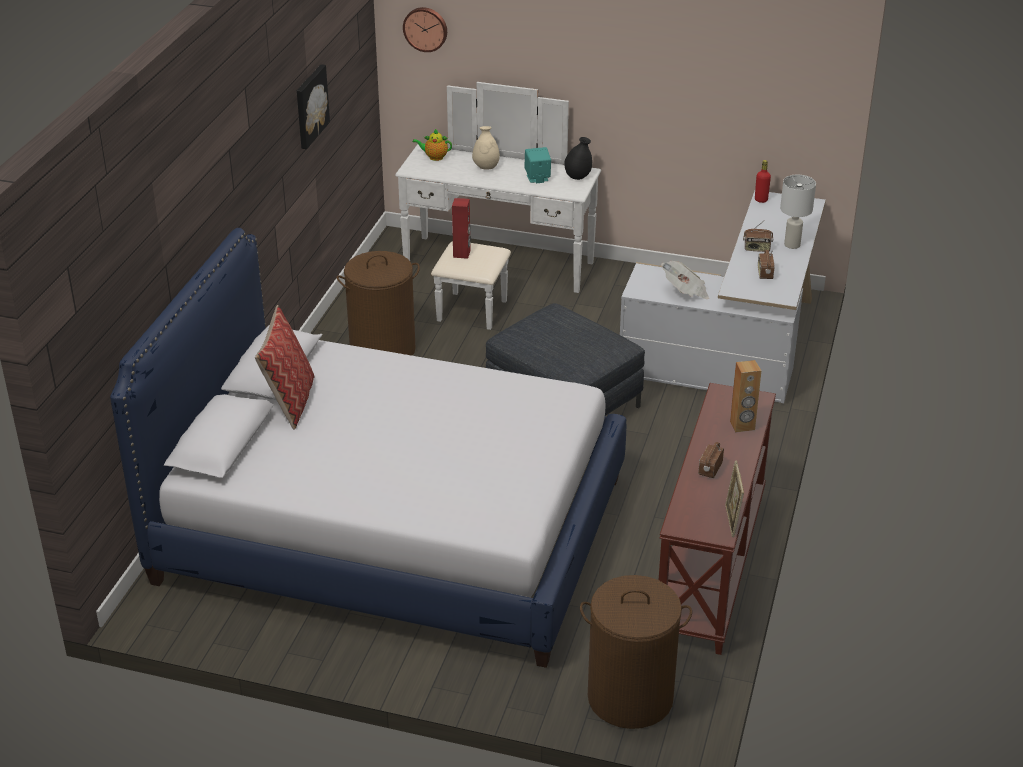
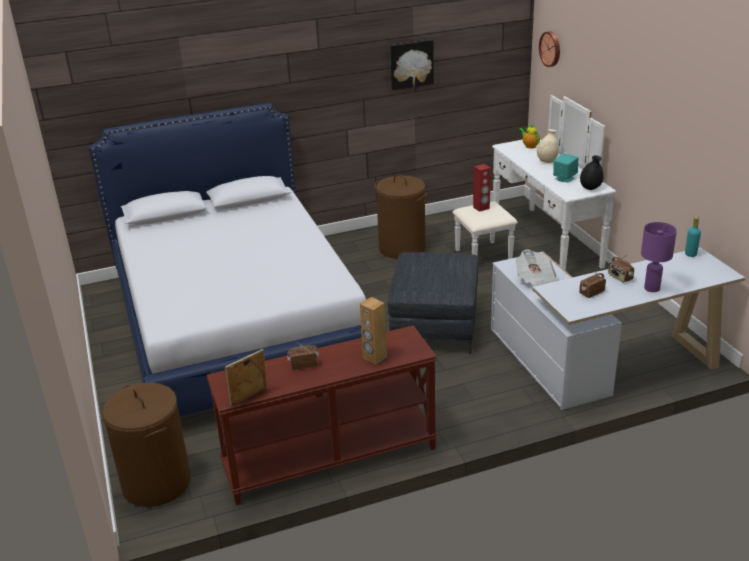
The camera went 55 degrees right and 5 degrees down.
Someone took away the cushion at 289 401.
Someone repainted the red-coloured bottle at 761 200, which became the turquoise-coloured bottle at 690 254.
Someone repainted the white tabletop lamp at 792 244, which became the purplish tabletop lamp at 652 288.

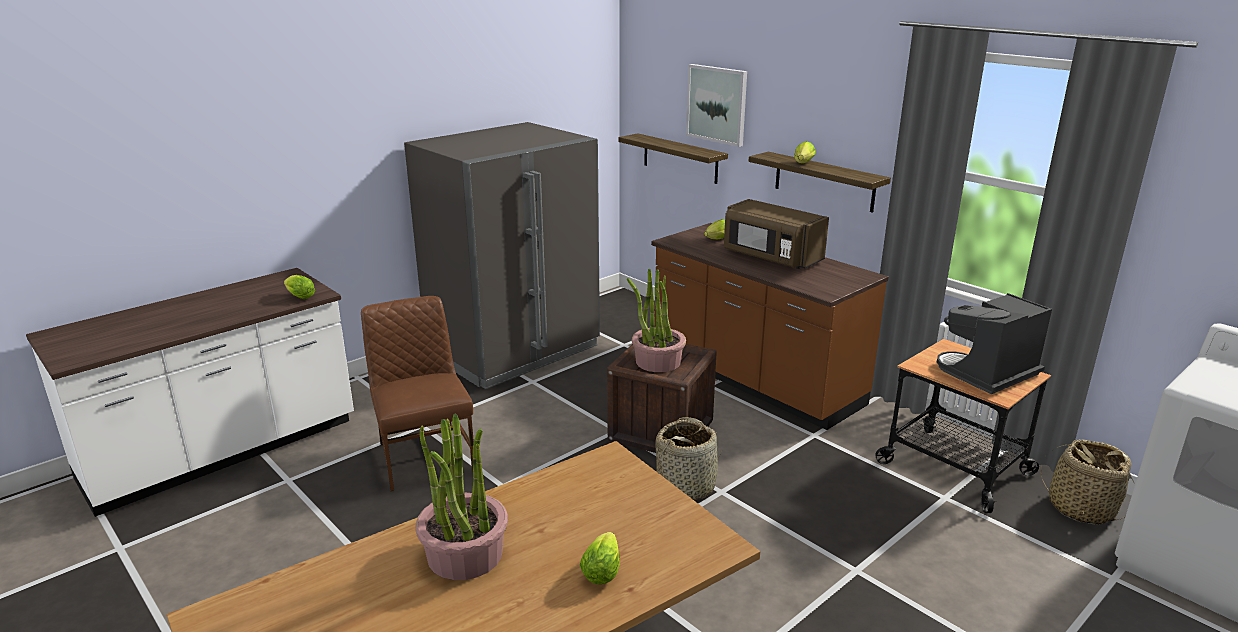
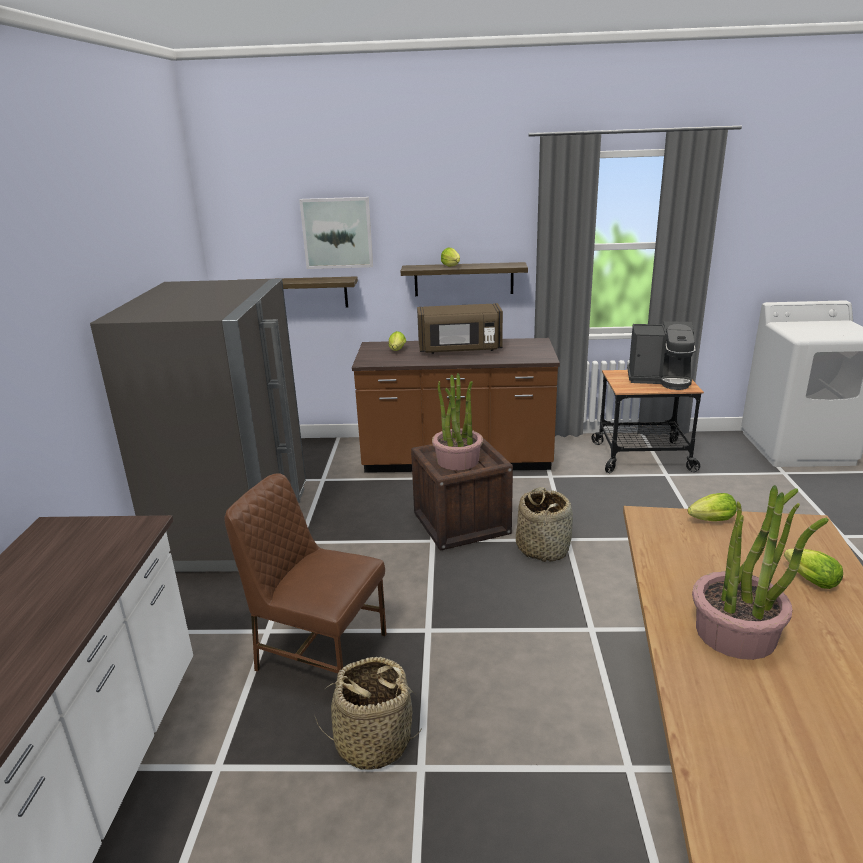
The camera went 45 degrees left and 0 degrees up.
Someone carried the head of lettuce from 299 296 to 709 521.
Someone rotated the coffee brewer at 987 374 by 90 degrees counterclockwise.
Someone carried the household basket from 1080 508 to 373 742.

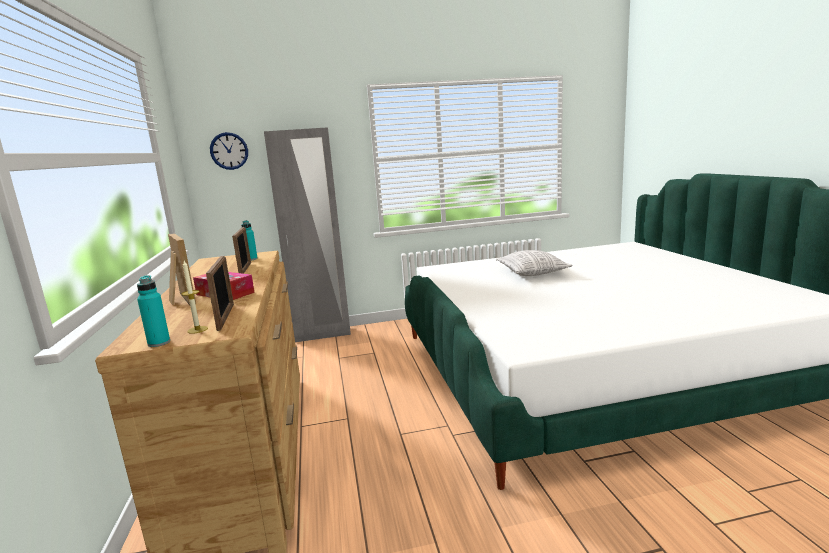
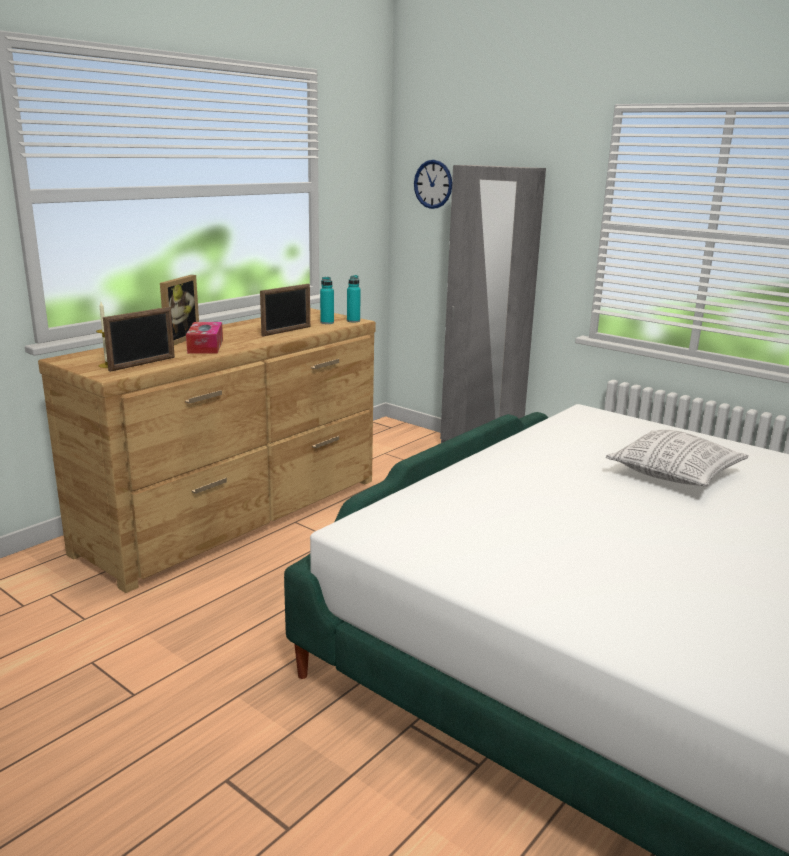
The camera went 50 degrees right and 5 degrees up.
Someone carried the turquoise-coloured bottle from 159 343 to 353 321.

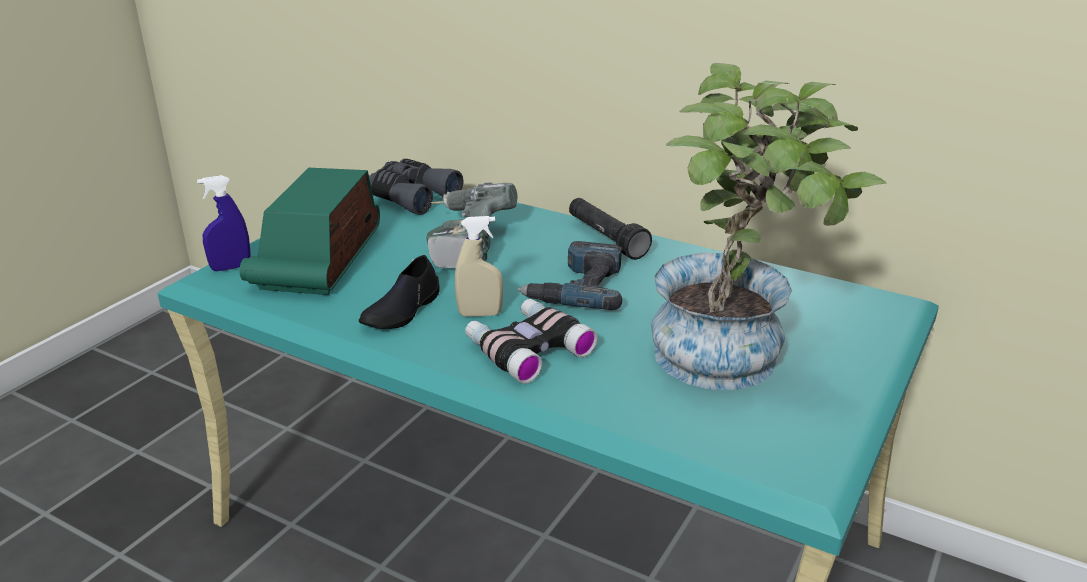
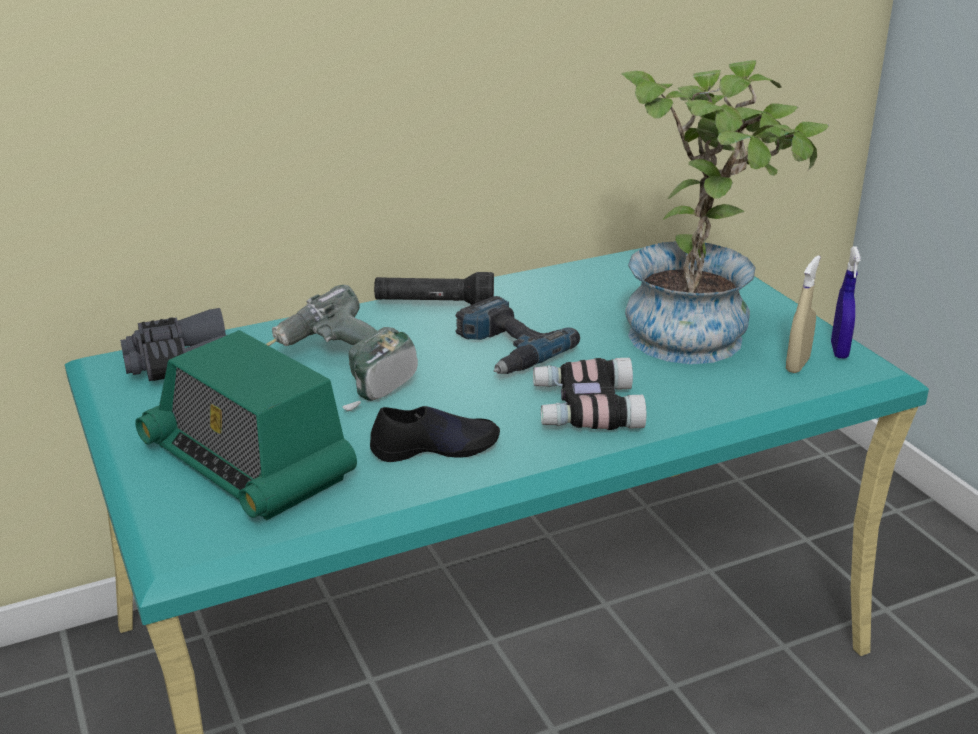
The camera went 55 degrees left and 0 degrees up.
Someone carried the blue sprayer from 231 267 to 839 351.
Someone rotated the blackish item of footwear at 402 311 by 75 degrees counterclockwise.
Someone carried the beige sprayer from 480 314 to 797 365.

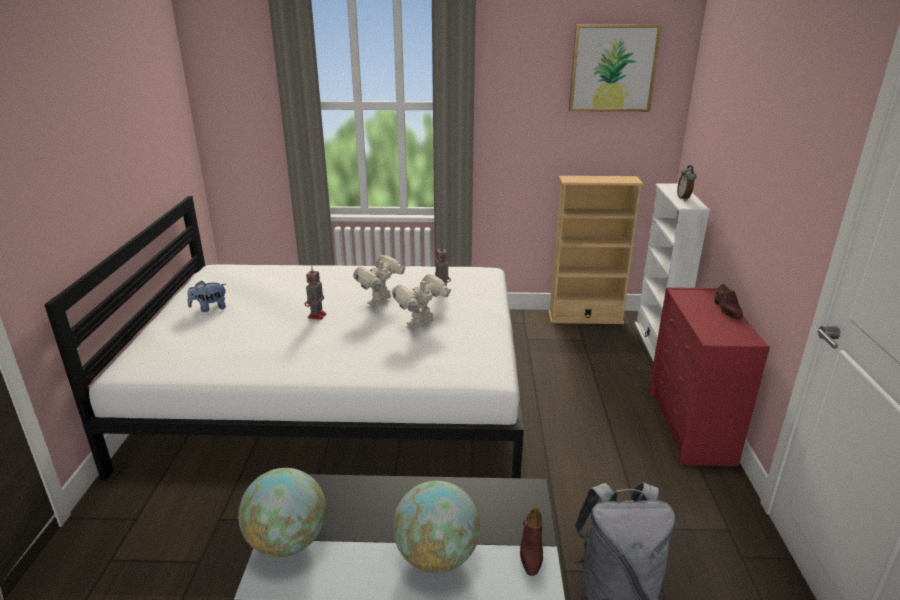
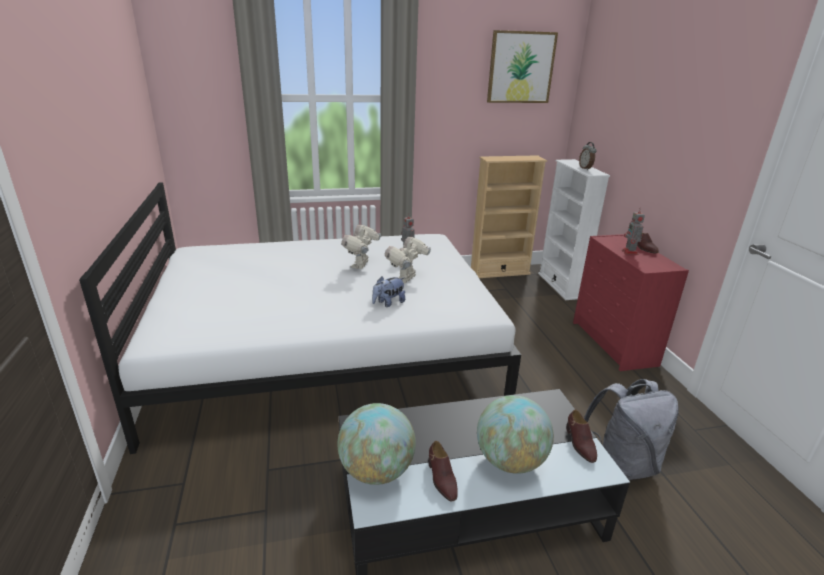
The camera went 15 degrees left and 0 degrees up.
Someone carried the cuddly toy from 210 308 to 388 303.
Someone carried the model robot from 316 316 to 630 252.
Someone put down the brownish item of footwear at 441 478.

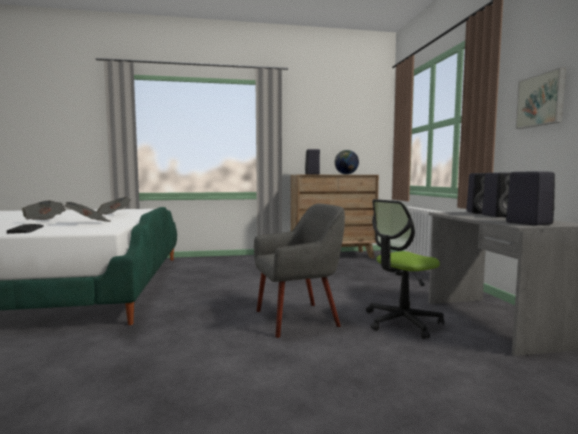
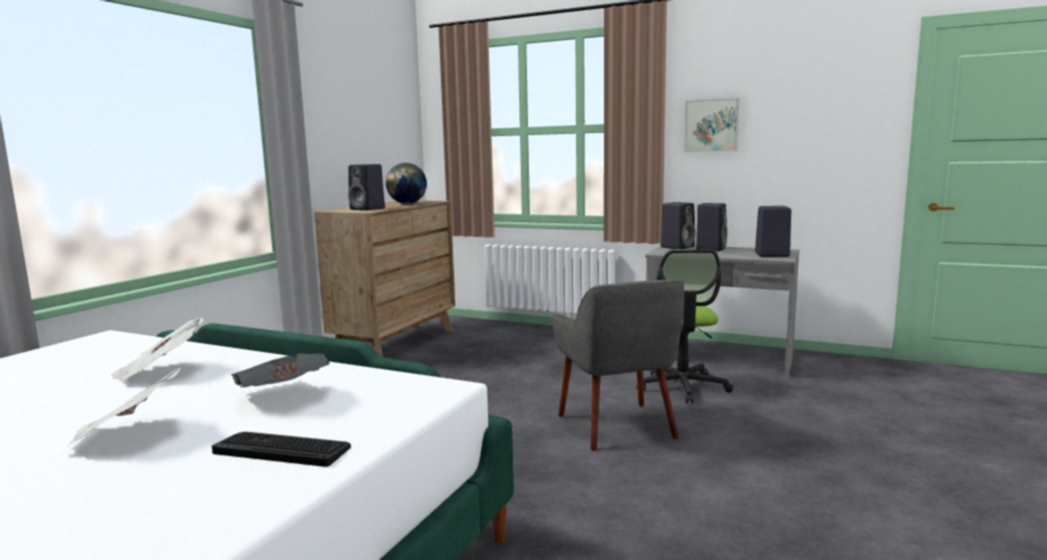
The camera went 55 degrees left and 5 degrees up.
Someone rotated the grey lounge chair at 298 318 by 150 degrees clockwise.

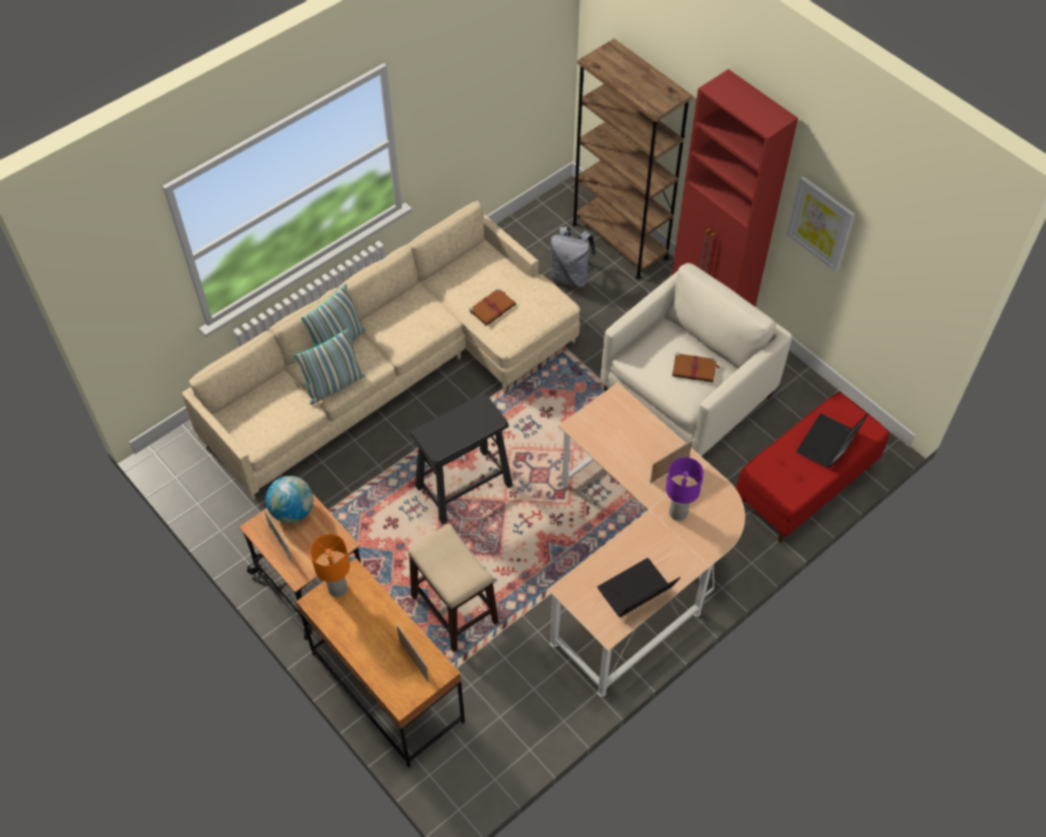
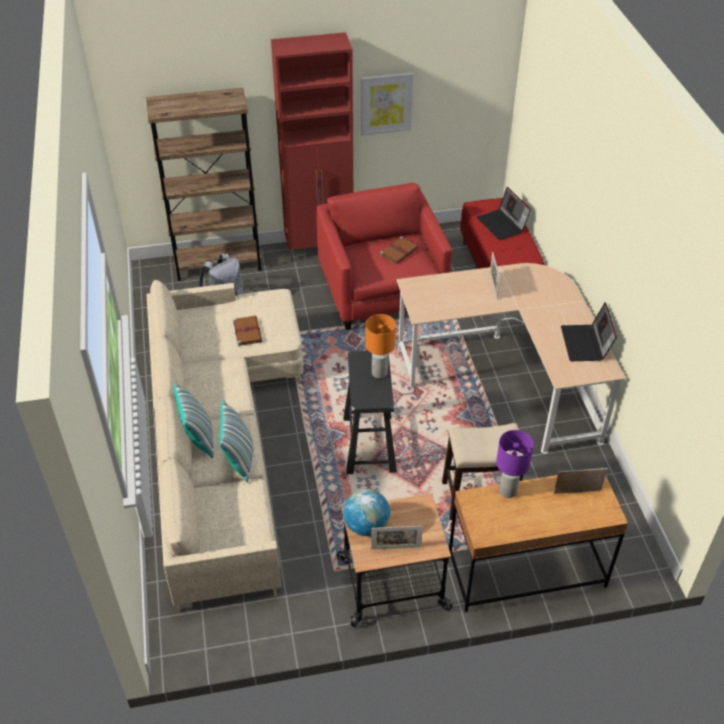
The camera went 60 degrees left and 10 degrees down.
Someone carried the orangey tabletop lamp from 337 589 to 380 373.
Someone repainted the beige lounge chair at 687 394, which became the red-coloured lounge chair at 382 290.
Someone carried the purplish tabletop lamp from 678 512 to 507 491.

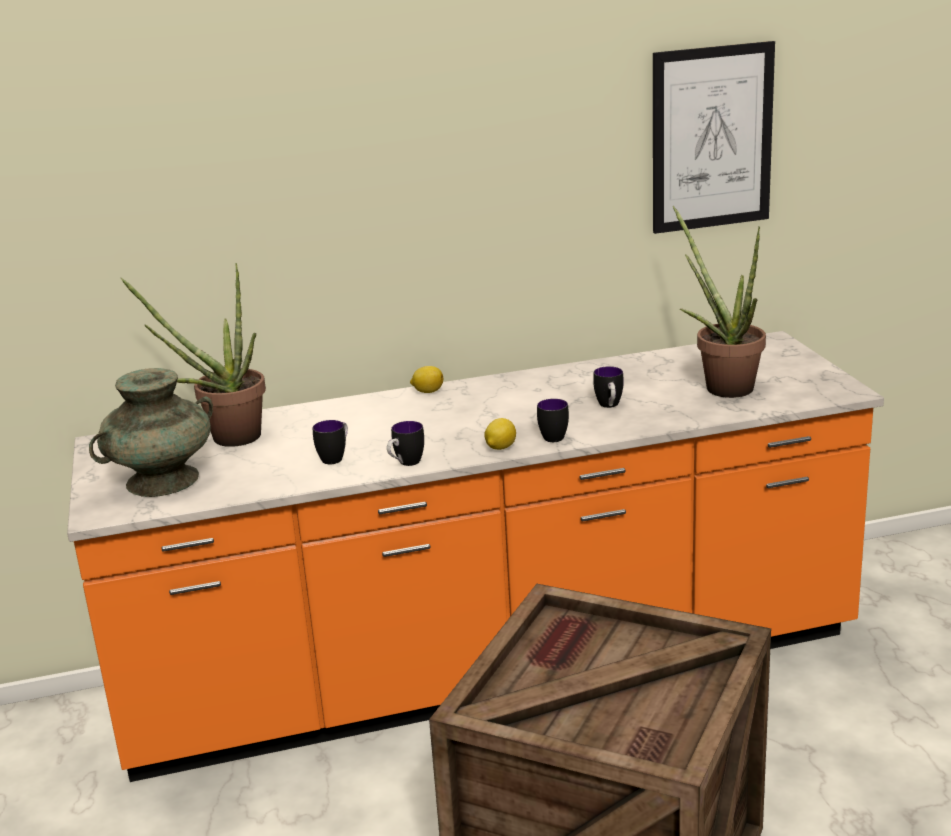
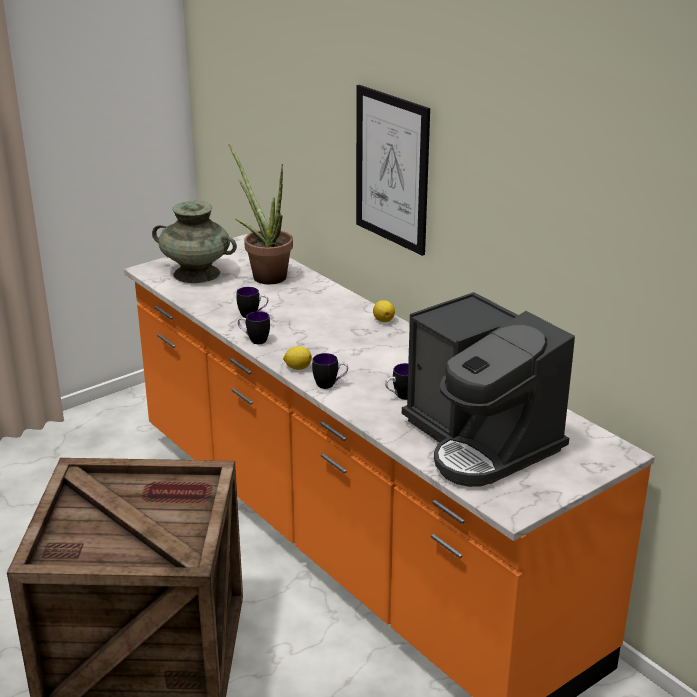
The camera went 65 degrees right and 5 degrees up.
Someone carried the wall art from 712 138 to 392 169.
Someone swapped the houseplant at 721 385 for the coffee brewer at 481 441.

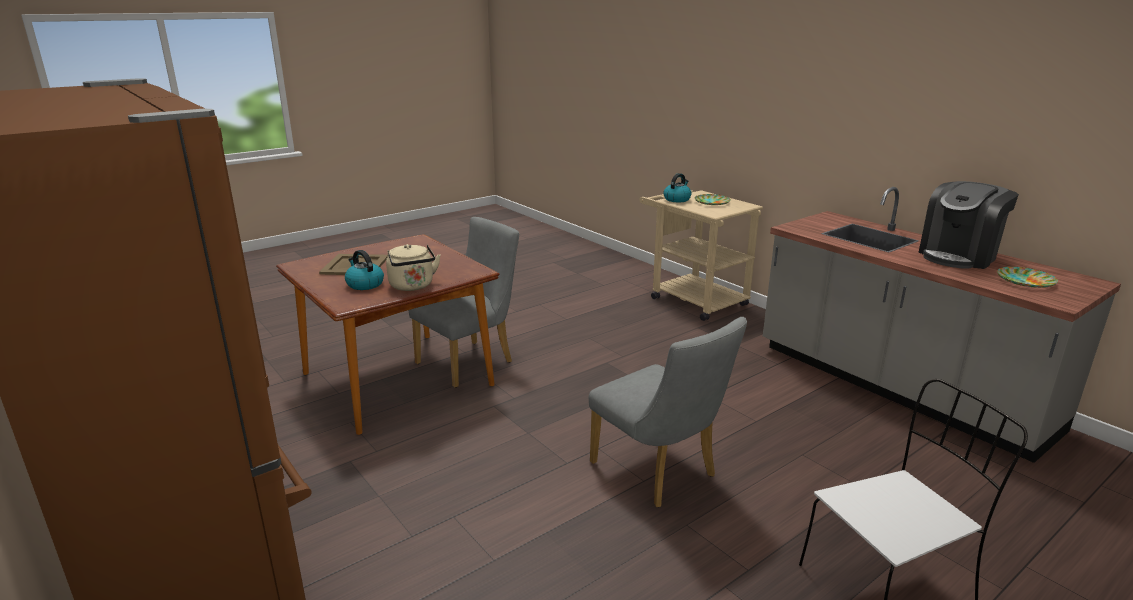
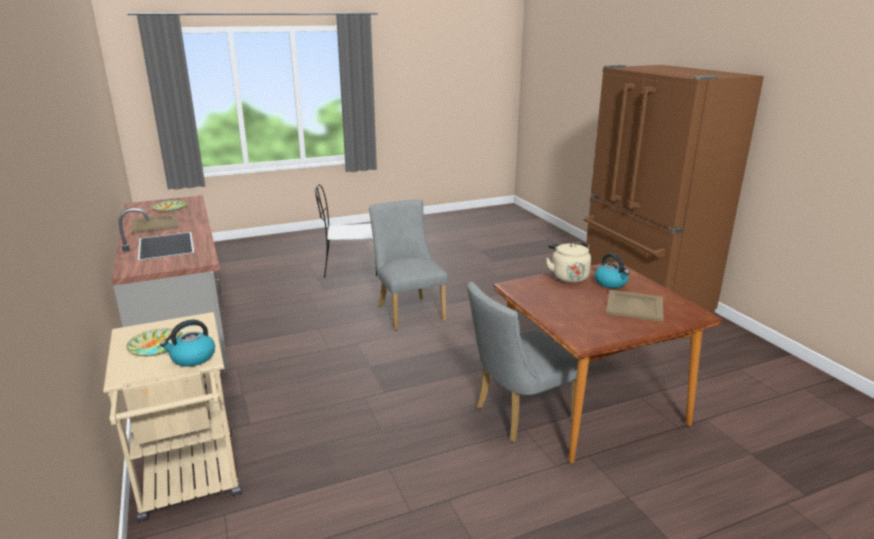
The camera went 165 degrees left and 0 degrees up.
Someone swapped the coffee brewer at 959 256 for the beige carrying tray at 154 224.

